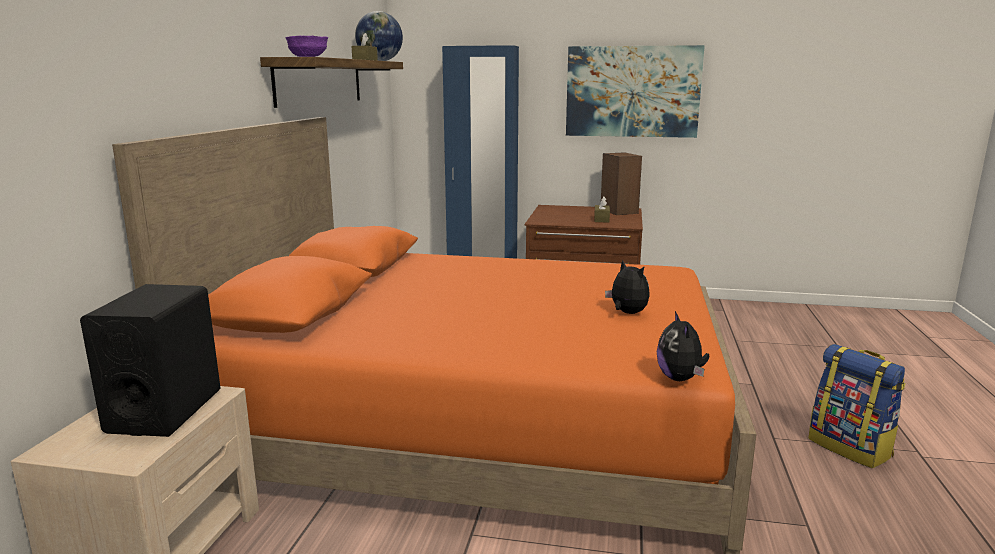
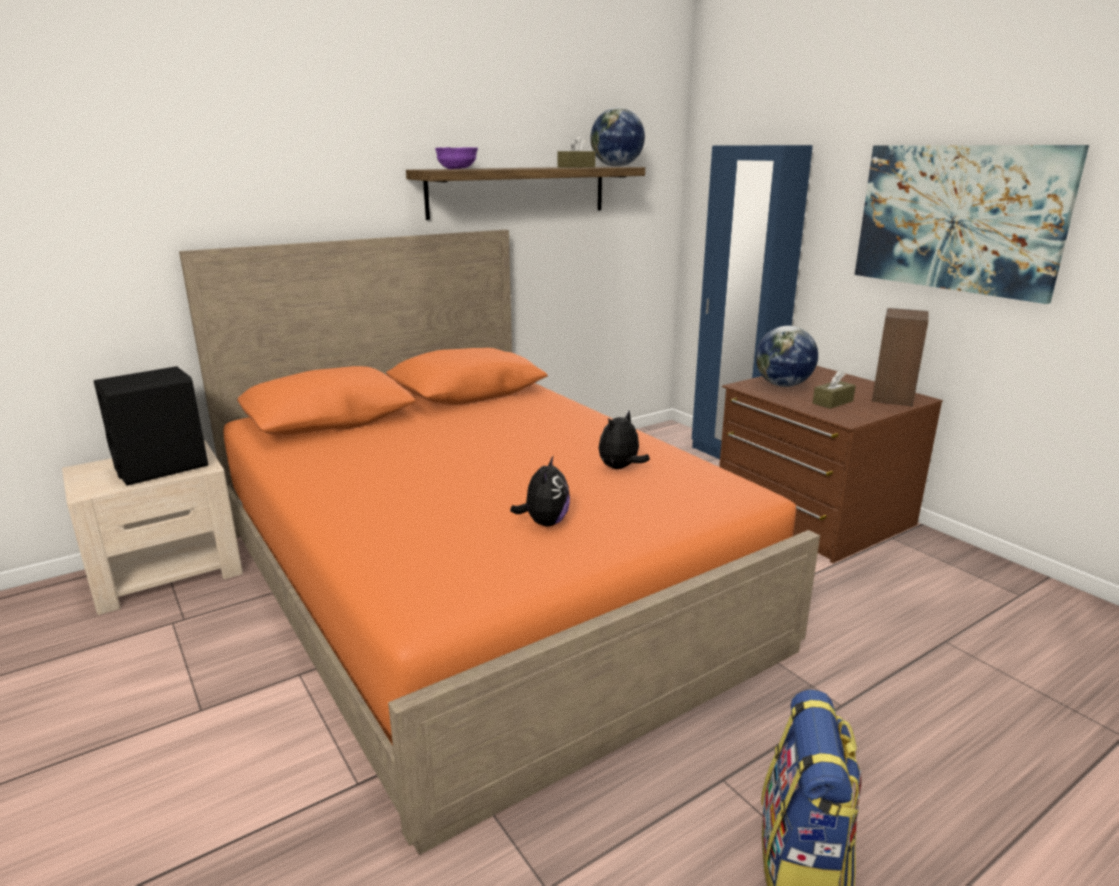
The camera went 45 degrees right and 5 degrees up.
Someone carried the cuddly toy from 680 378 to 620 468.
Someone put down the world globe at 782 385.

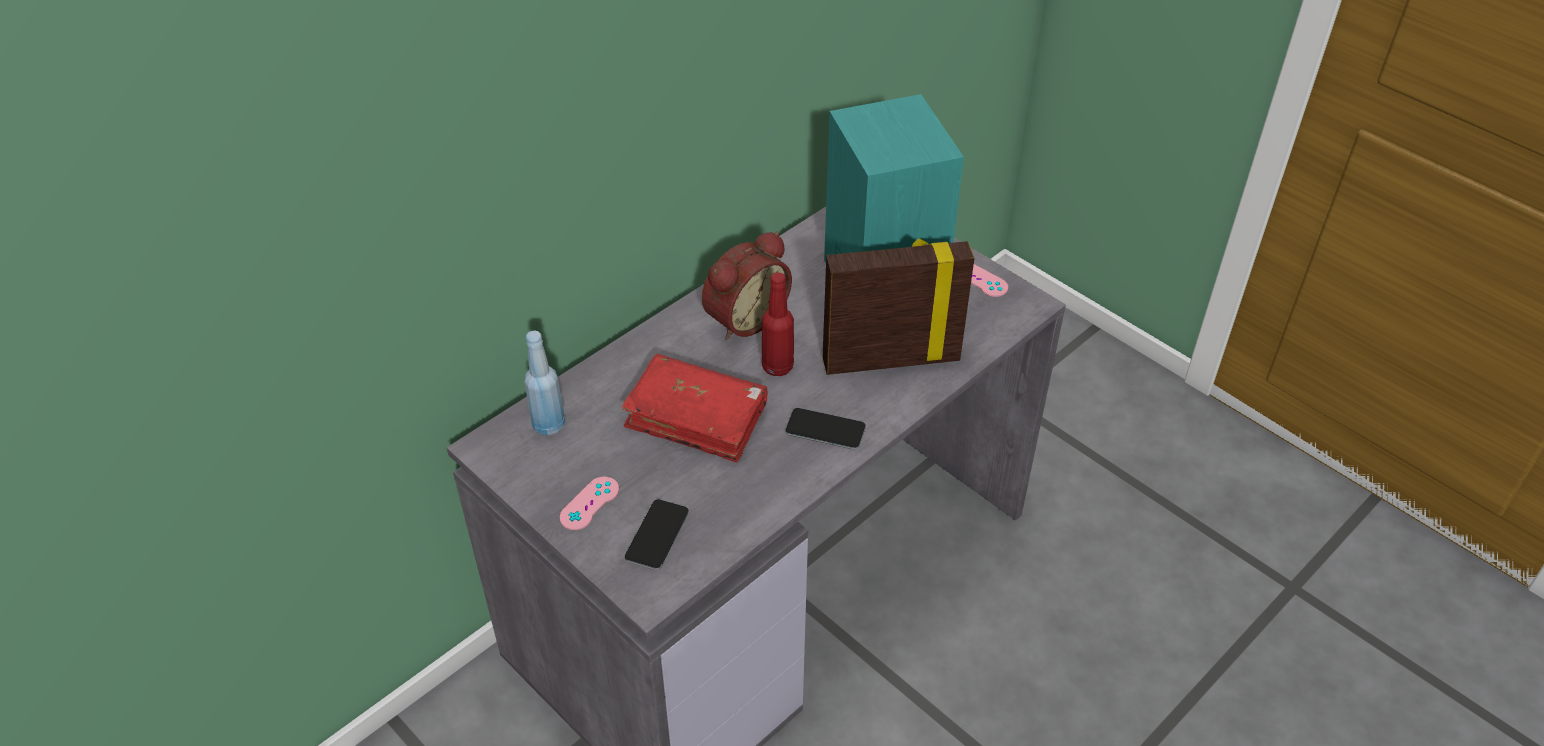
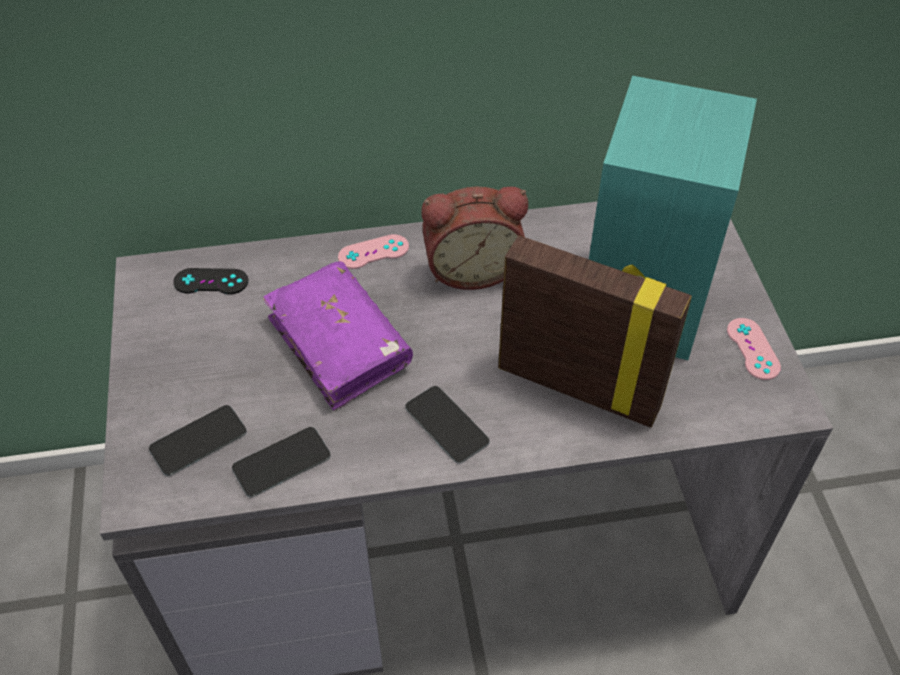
The camera went 35 degrees right and 5 degrees up.
Someone swapped the blue bottle at 549 425 for the blackish game controller at 211 281.
Someone carried the pink-coloured game controller from 589 503 to 373 252.
Someone repainted the red-coloured book at 697 418, which became the purplish book at 339 345.
Someone took away the red-coloured bottle at 777 366.
Someone put down the handset at 281 462.

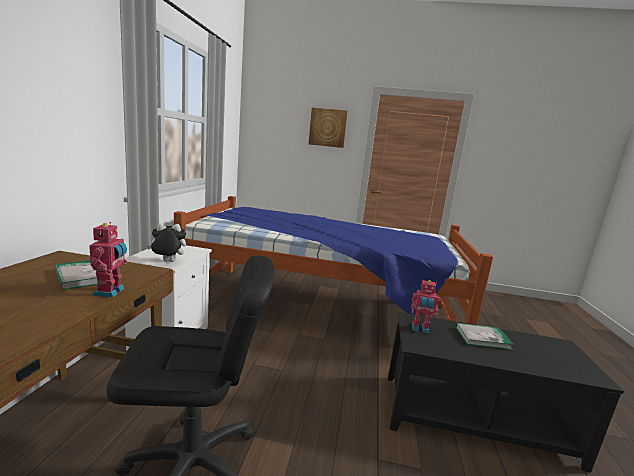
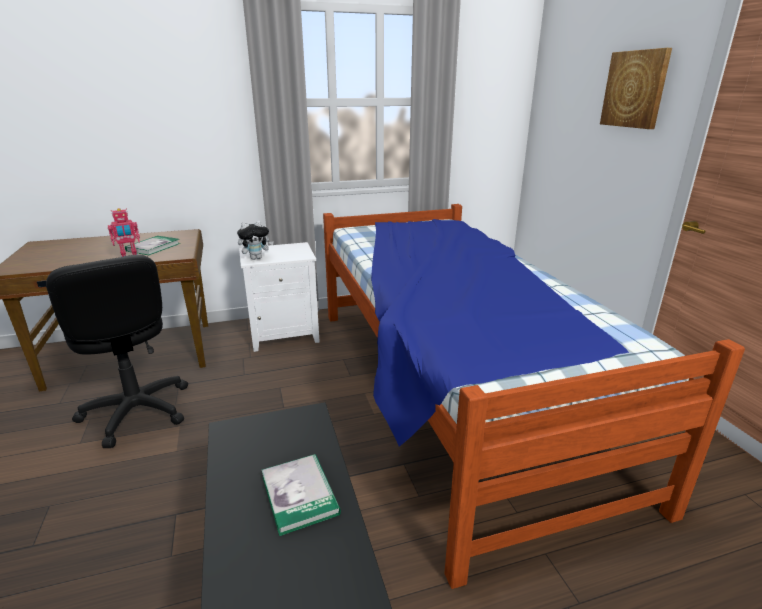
The camera went 65 degrees right and 10 degrees up.
Someone rotated the cuddly toy at 167 262 by 105 degrees clockwise.
Someone took away the model robot at 420 329.

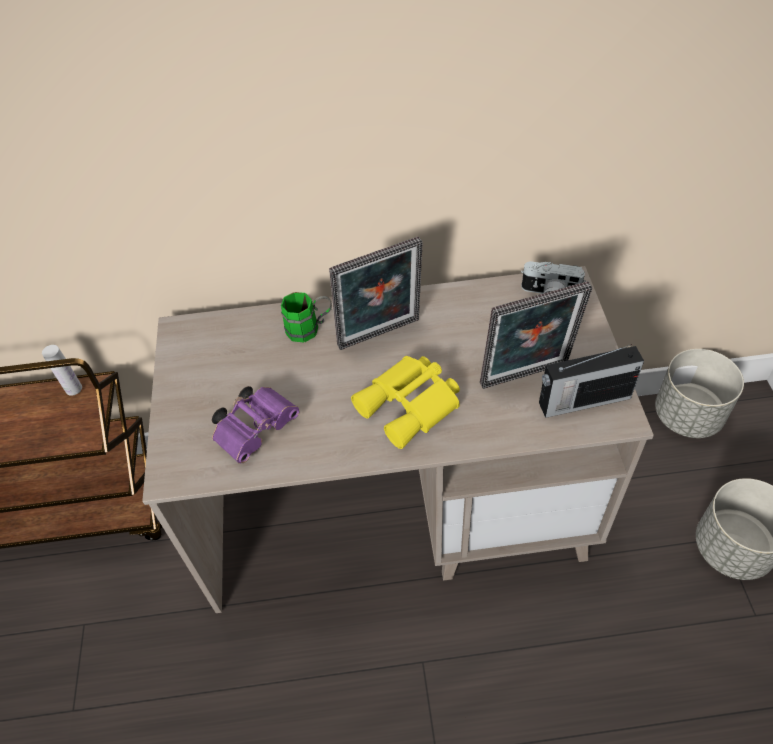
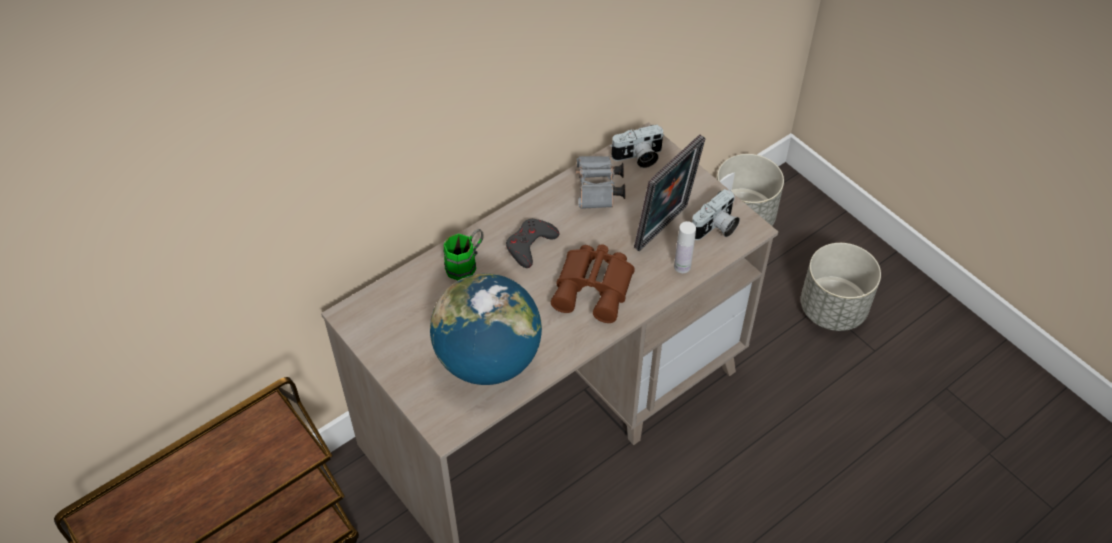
The camera went 35 degrees left and 0 degrees up.
Someone carried the white bottle from 73 388 to 682 266.
Someone swapped the purplish pair of binoculars at 257 428 for the world globe at 488 360.
Someone swapped the standing frame at 380 336 for the grey game controller at 530 245.
Someone repainted the yellowish pair of binoculars at 411 405, which became the brownish pair of binoculars at 595 288.
Someone swapped the radio at 582 400 for the still camera at 716 228.
Someone put down the grey pair of binoculars at 598 191.

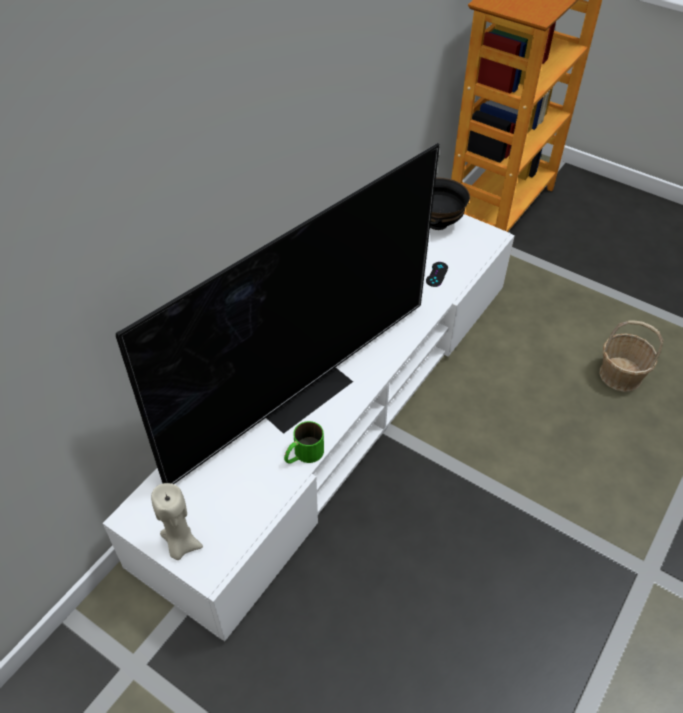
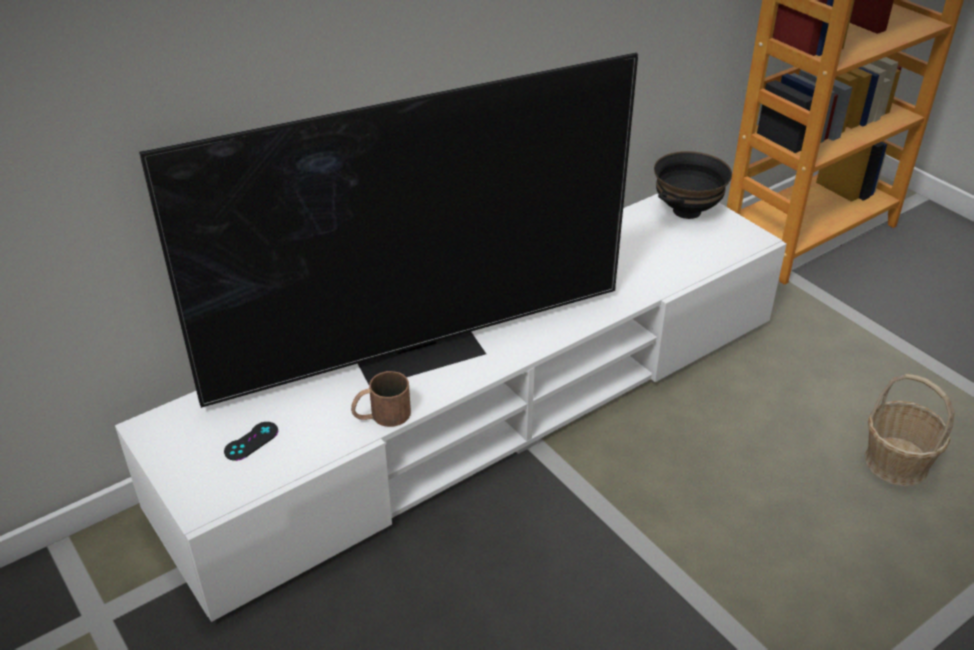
The camera went 20 degrees right and 10 degrees down.
Someone took away the beige wax light at 181 545.
Someone repainted the greenish mug at 303 454, which became the brownish mug at 381 415.
Someone carried the blackish game controller from 436 274 to 251 441.

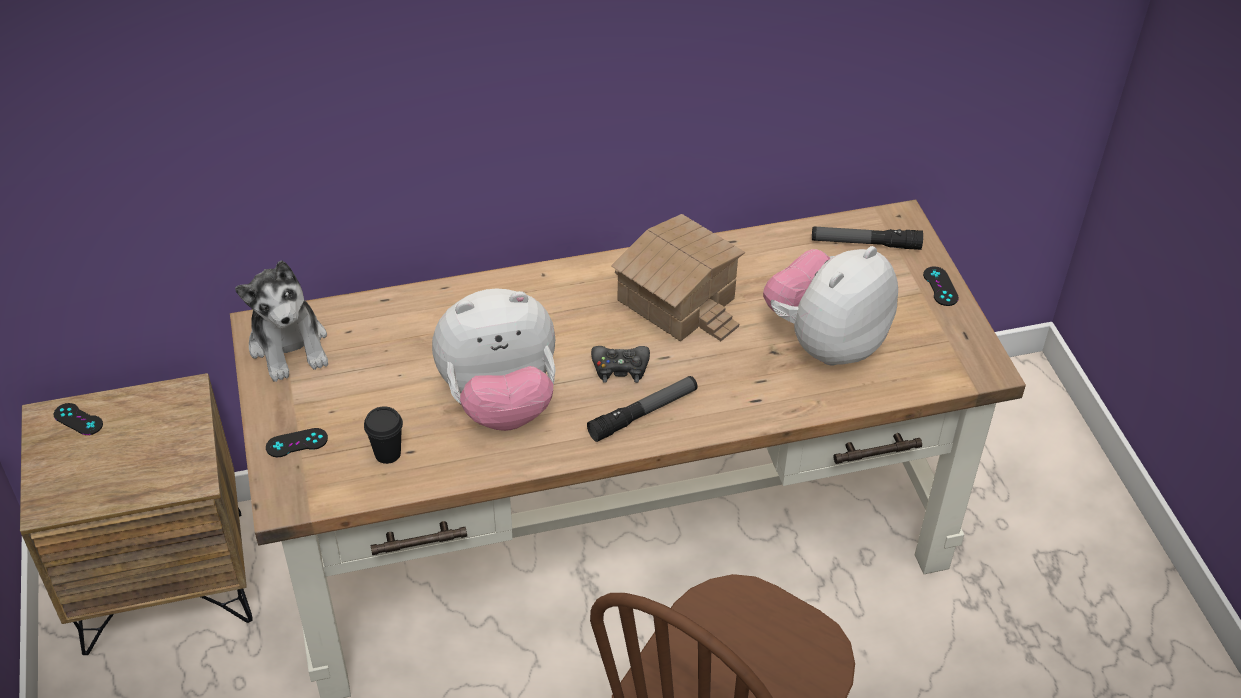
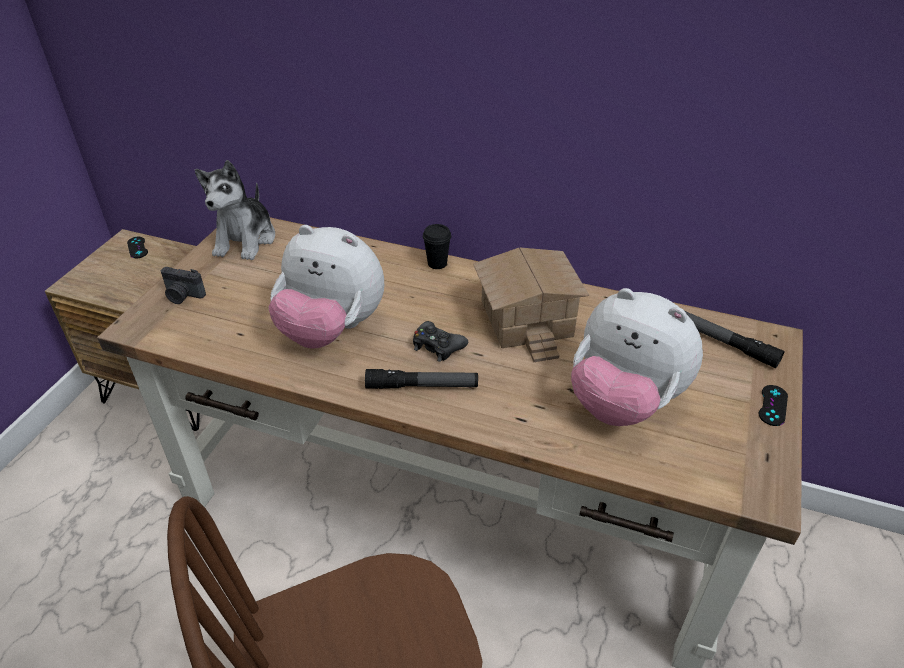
The camera went 35 degrees right and 5 degrees down.
Someone swapped the blackish game controller at 297 443 for the still camera at 183 296.
Someone carried the blackish drinking cup from 387 453 to 437 263.
Someone rotated the cuddly toy at 825 342 by 135 degrees counterclockwise.

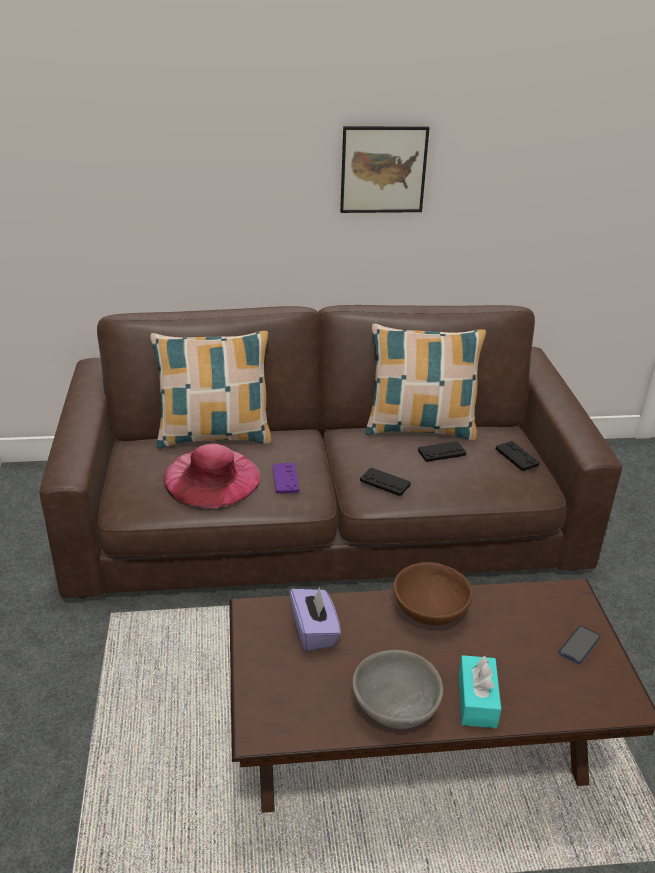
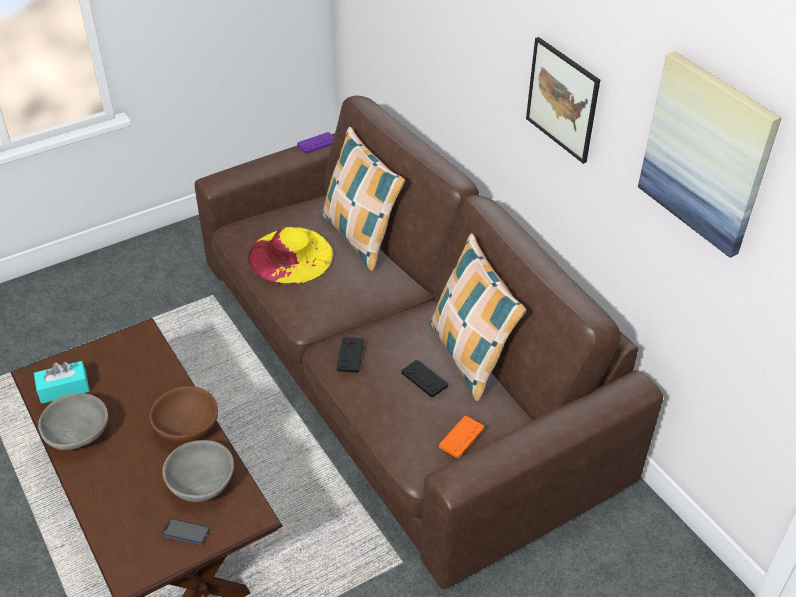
The camera went 65 degrees right and 10 degrees up.
Someone repainted the pink-coloured hat at 212 477, which became the yellowish hat at 291 256.
Someone carried the purplish game controller from 285 479 to 317 143.
Someone took away the purplish tissue box at 314 631.
Someone carried the turquoise-coloured tissue box from 477 700 to 64 389.
Someone repainted the blackish game controller at 517 456, which became the orangey game controller at 461 437.
Someone put down the grey serving bowl at 201 484.
Someone put up the wall art at 707 153.

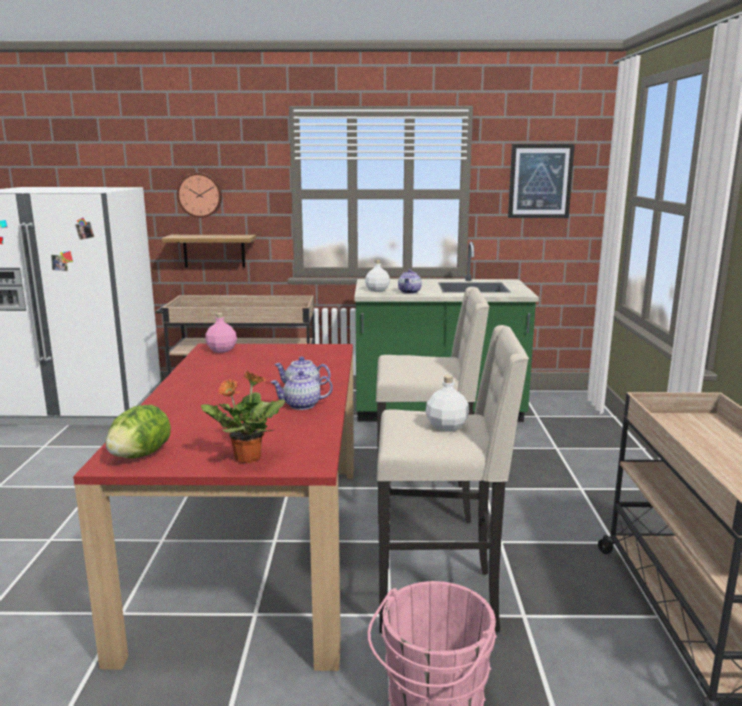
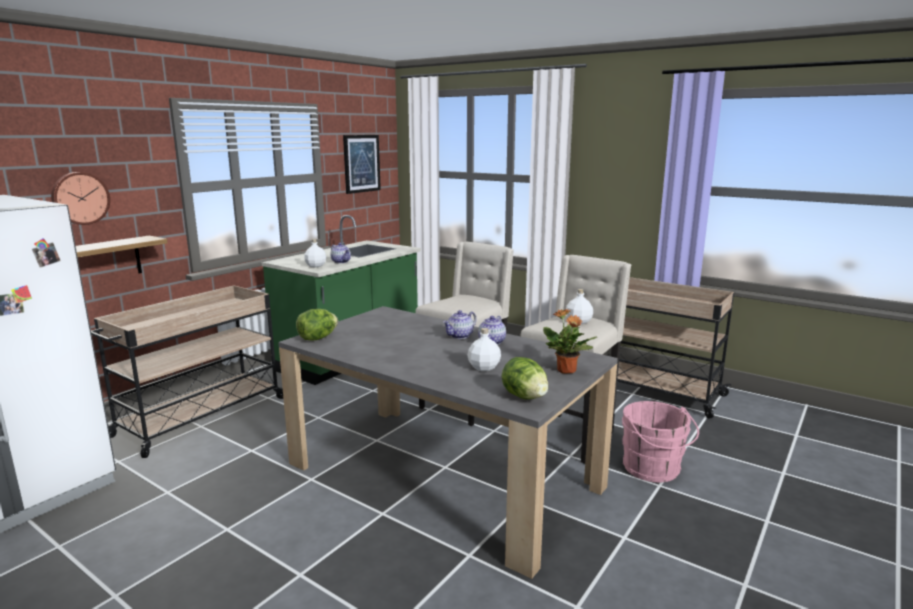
The camera went 55 degrees left and 0 degrees up.
Someone repainted the red-coloured dinner table at 258 545, which became the grey dinner table at 443 474.
Someone swapped the pink-coloured bottle at 221 350 for the head of lettuce at 317 338.
Someone put down the white bottle at 483 367.

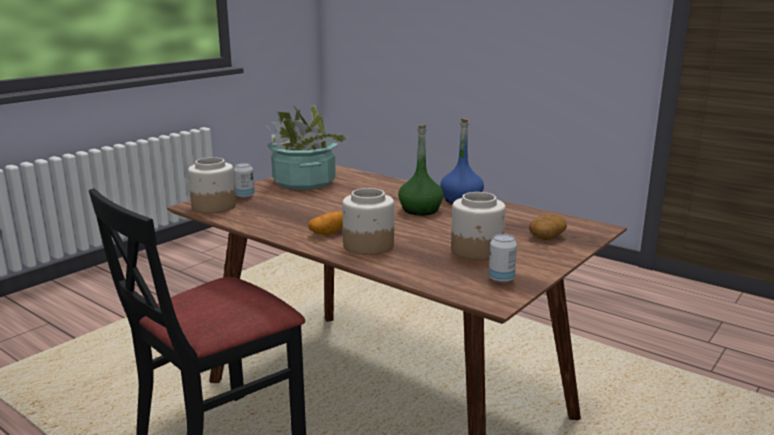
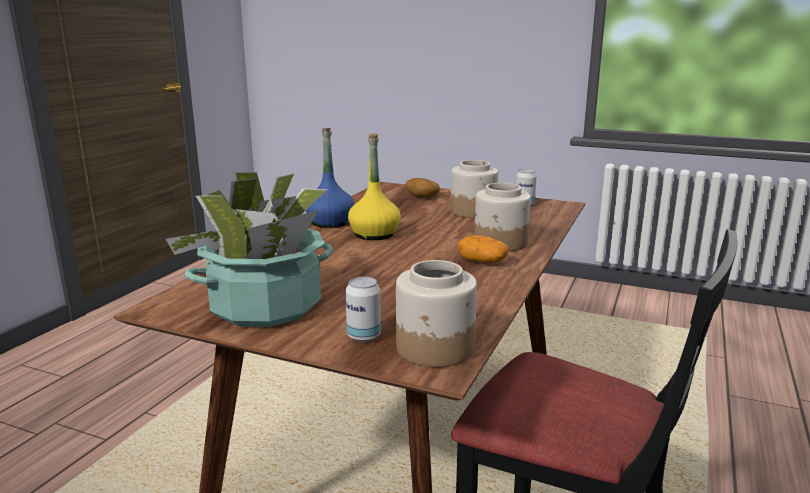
The camera went 105 degrees left and 0 degrees up.
Someone repainted the greenish bottle at 420 210, which became the yellowish bottle at 374 234.

